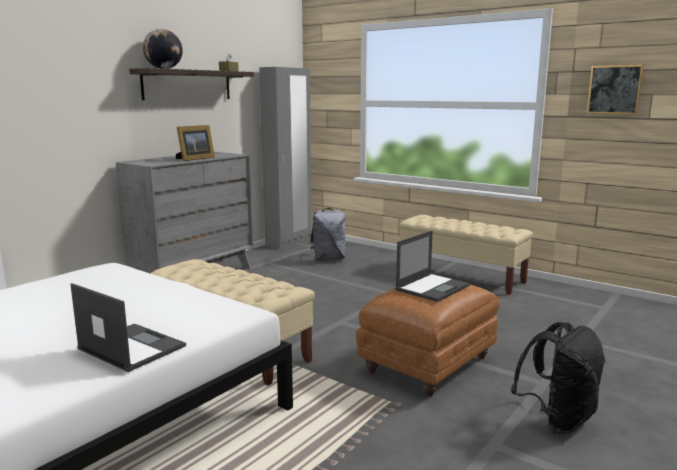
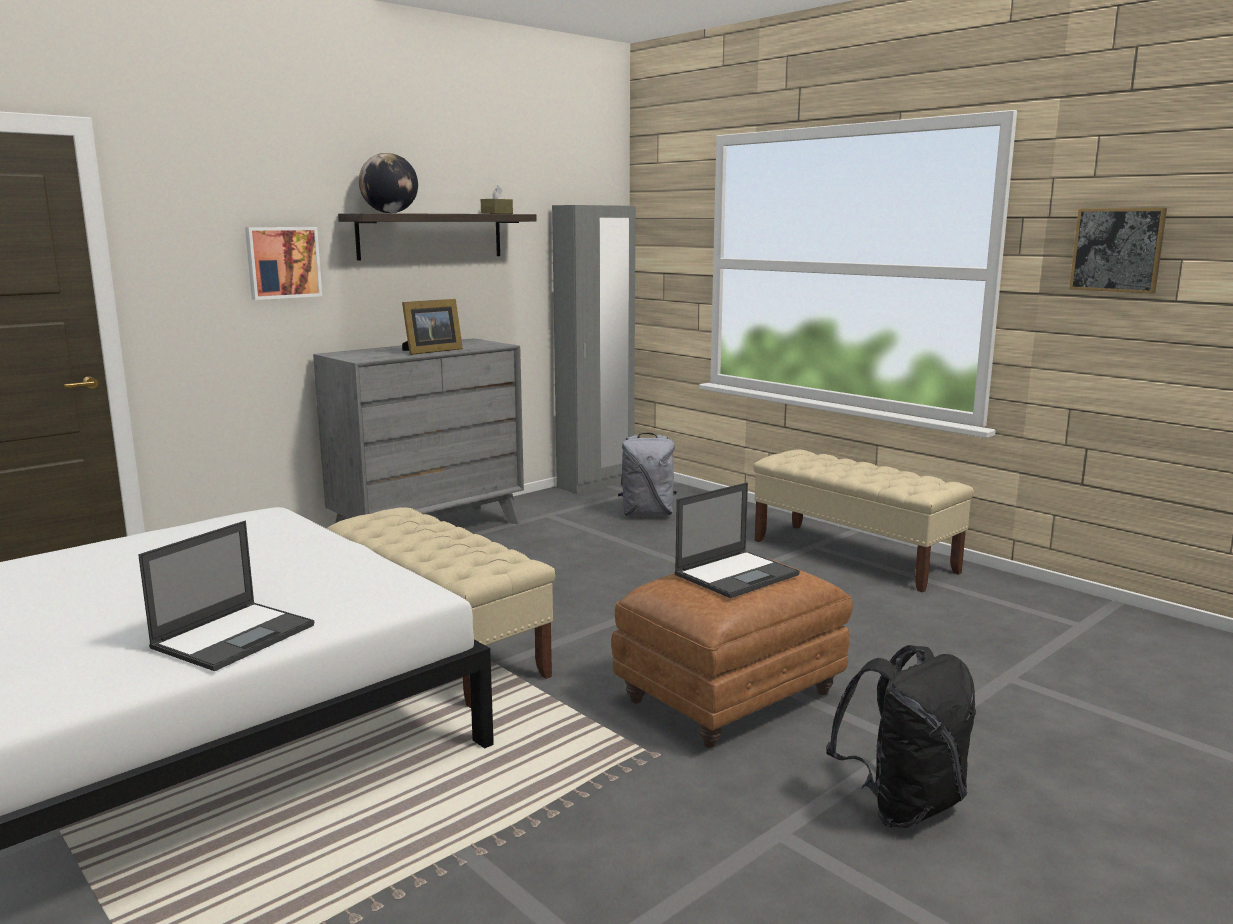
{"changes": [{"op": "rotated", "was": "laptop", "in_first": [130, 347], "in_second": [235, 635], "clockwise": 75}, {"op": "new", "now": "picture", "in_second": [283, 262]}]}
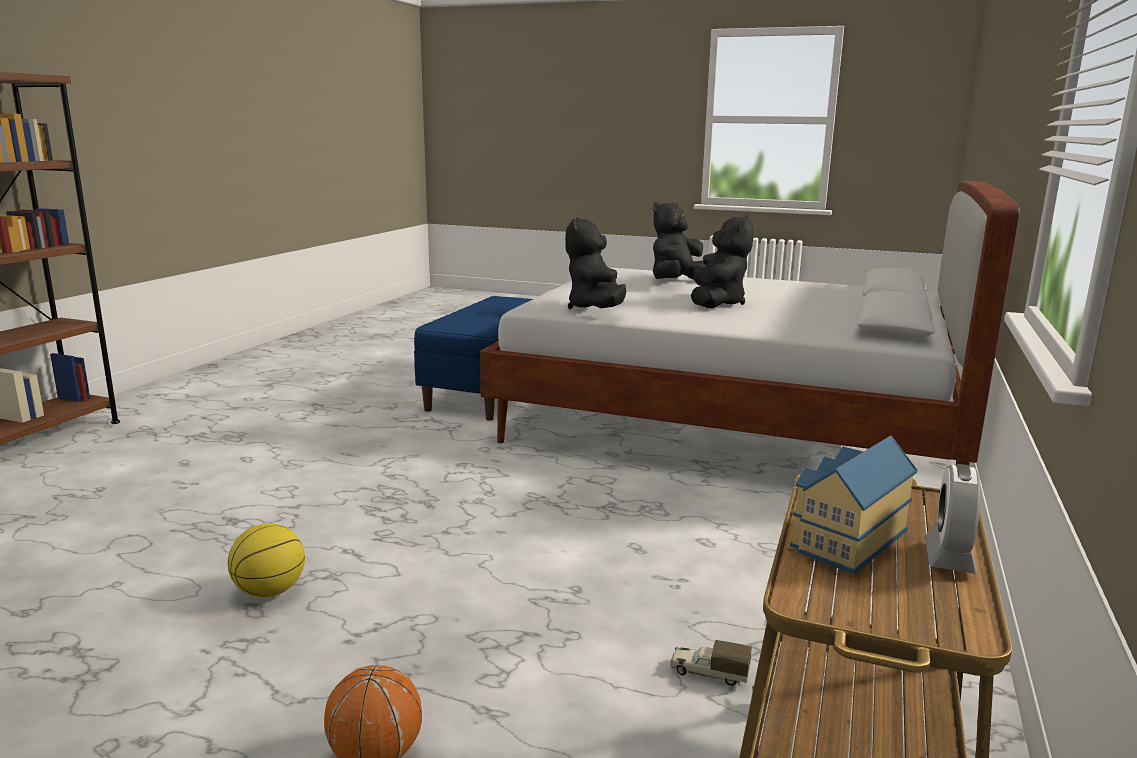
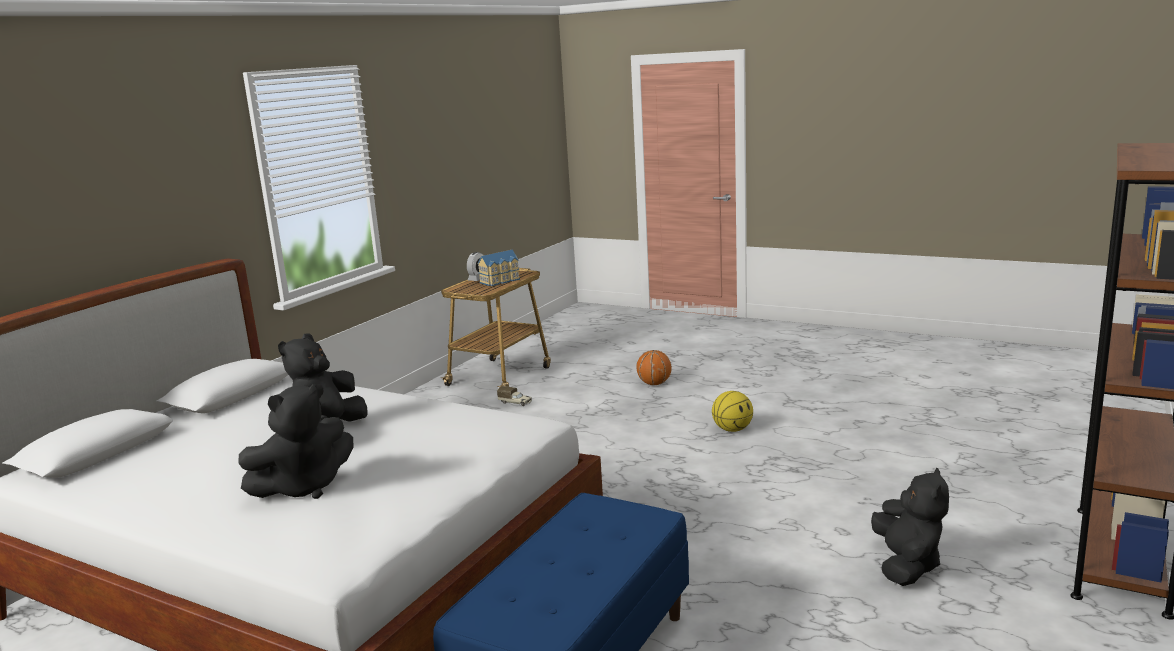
{"changes": [{"op": "shifted", "was": "black plush toy", "in_first": [596, 309], "in_second": [906, 565]}]}
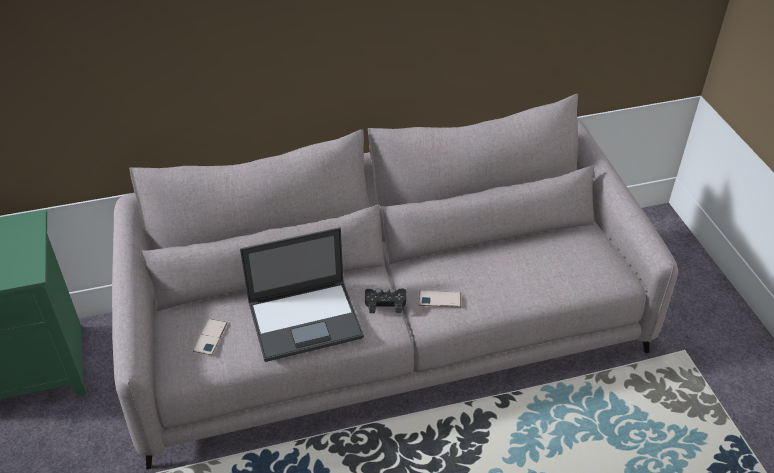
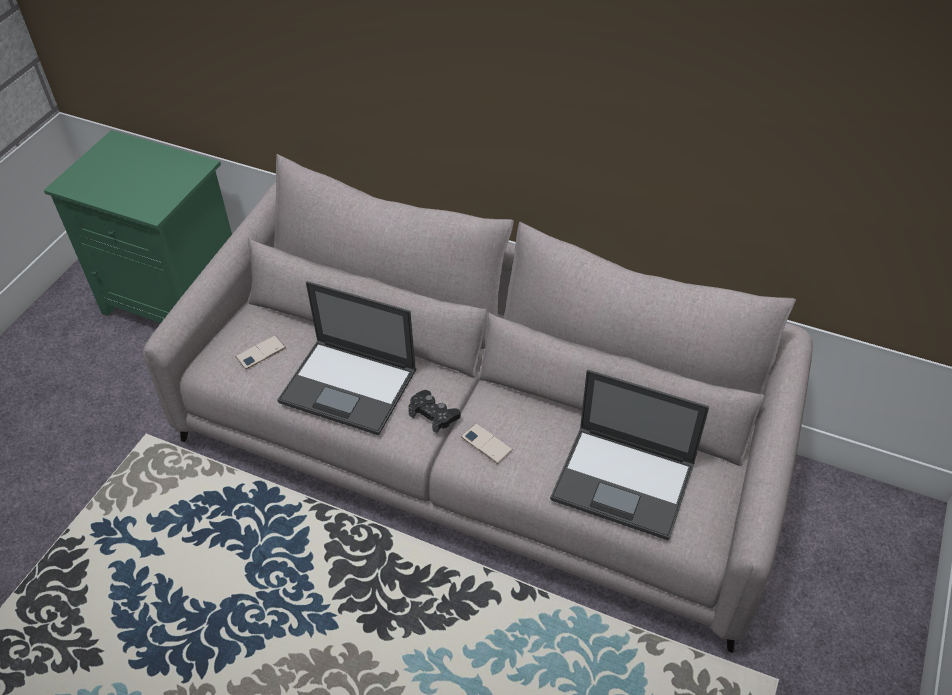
{"changes": [{"op": "new", "now": "laptop", "in_second": [625, 482]}]}
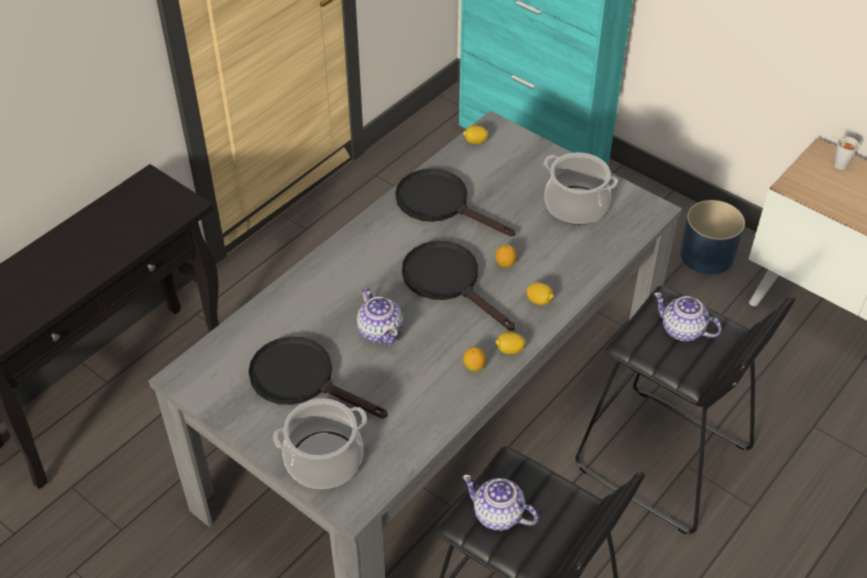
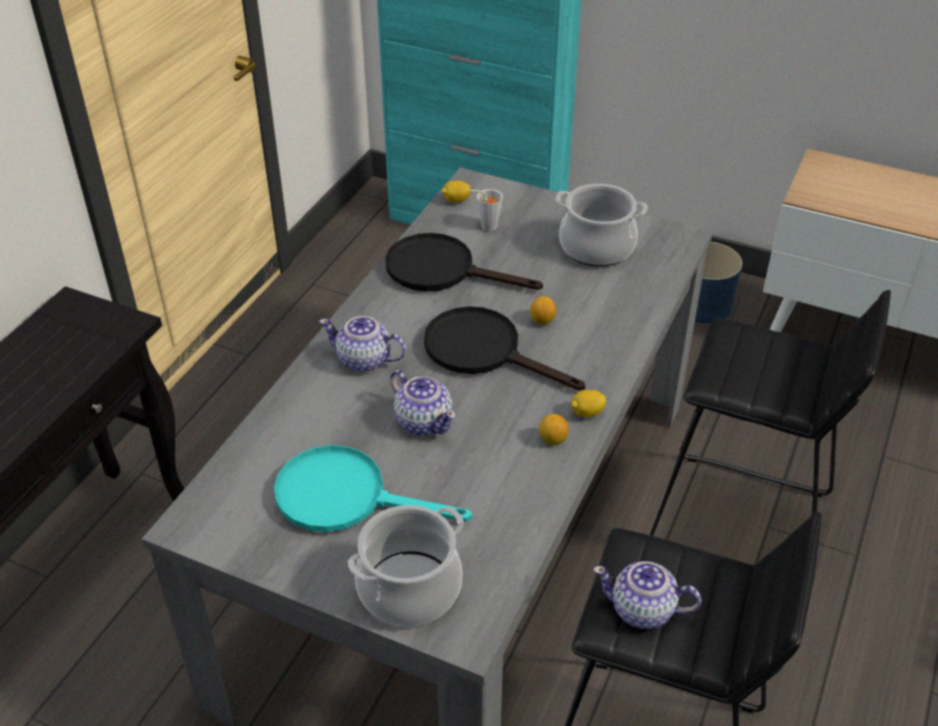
{"changes": [{"op": "shifted", "was": "grey cup", "in_first": [837, 164], "in_second": [485, 226]}, {"op": "gone", "was": "lemon", "in_first": [539, 301]}, {"op": "shifted", "was": "teapot", "in_first": [683, 330], "in_second": [364, 360]}, {"op": "repainted", "was": "black frying pan", "now": "turquoise frying pan", "in_first": [302, 379], "in_second": [346, 497]}]}
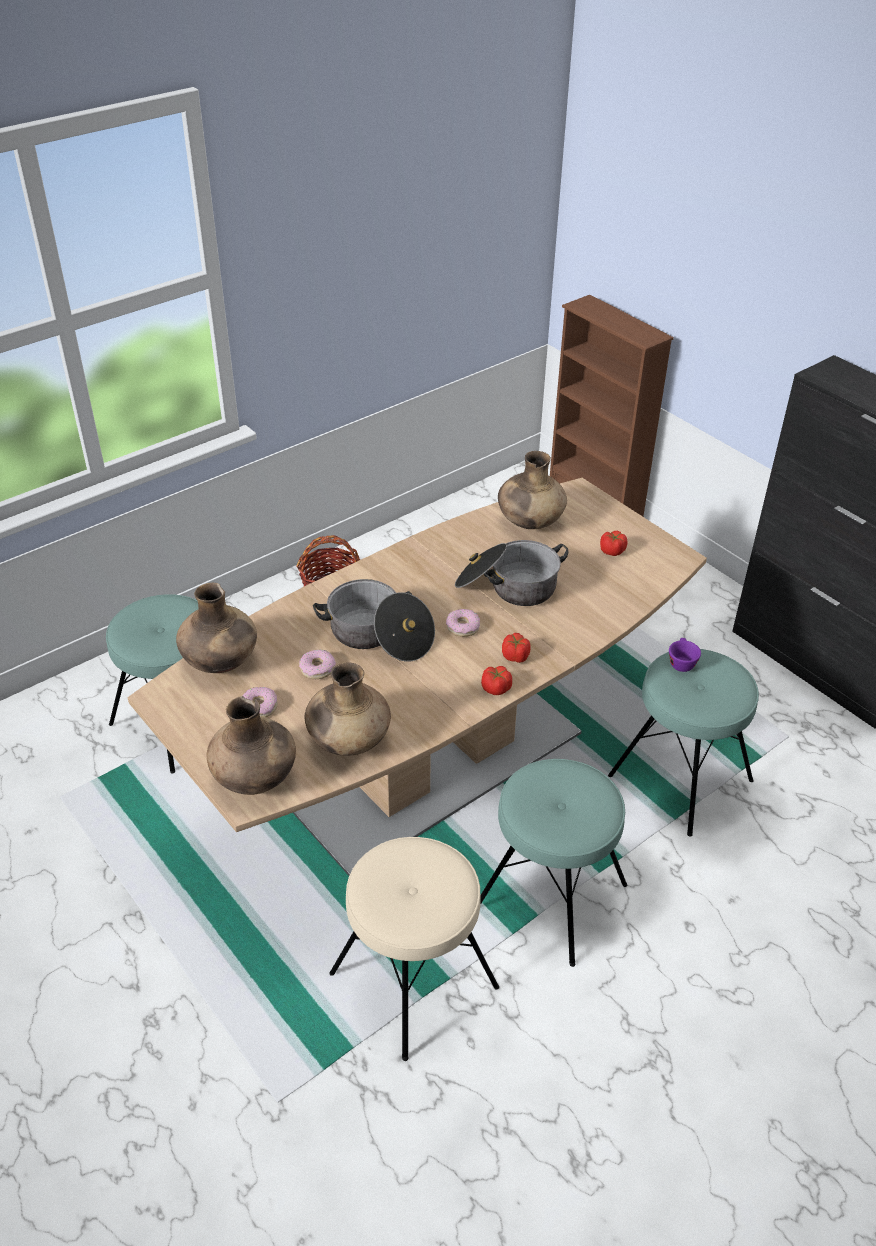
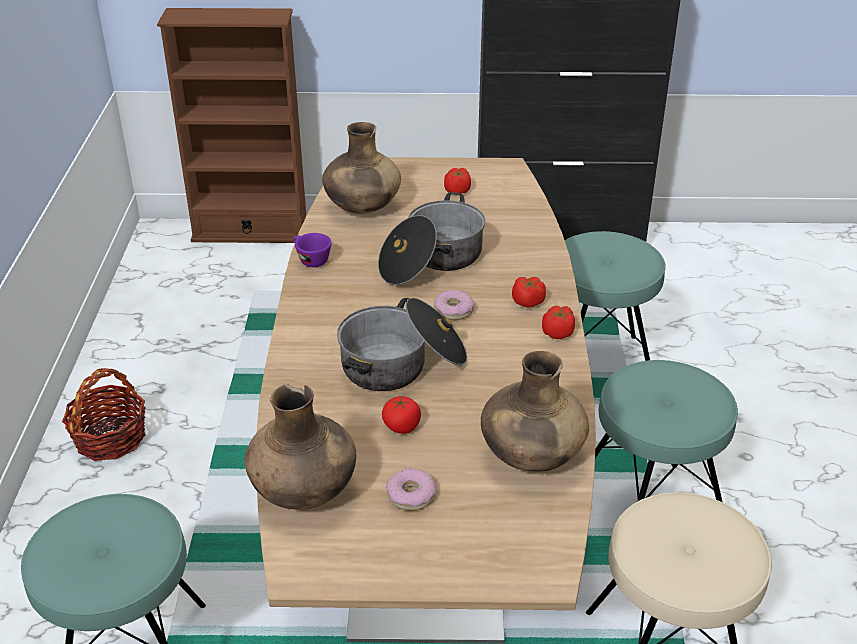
{"changes": [{"op": "shifted", "was": "purple cup", "in_first": [681, 662], "in_second": [310, 260]}, {"op": "swapped", "was": "donut", "now": "tomato", "in_first": [317, 669], "in_second": [401, 426]}, {"op": "gone", "was": "brown vase", "in_first": [255, 778]}]}
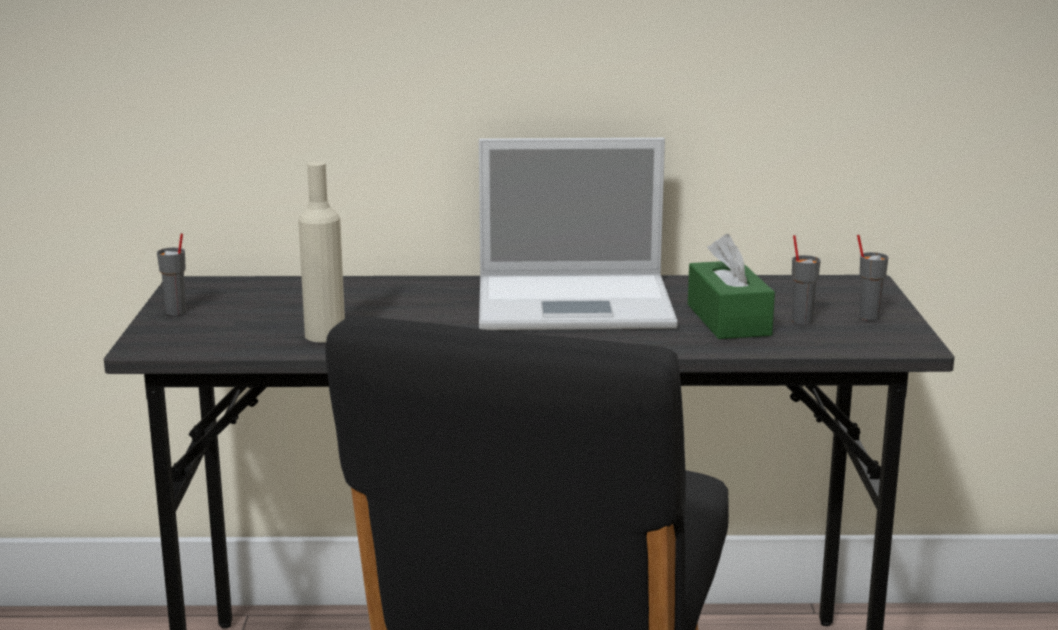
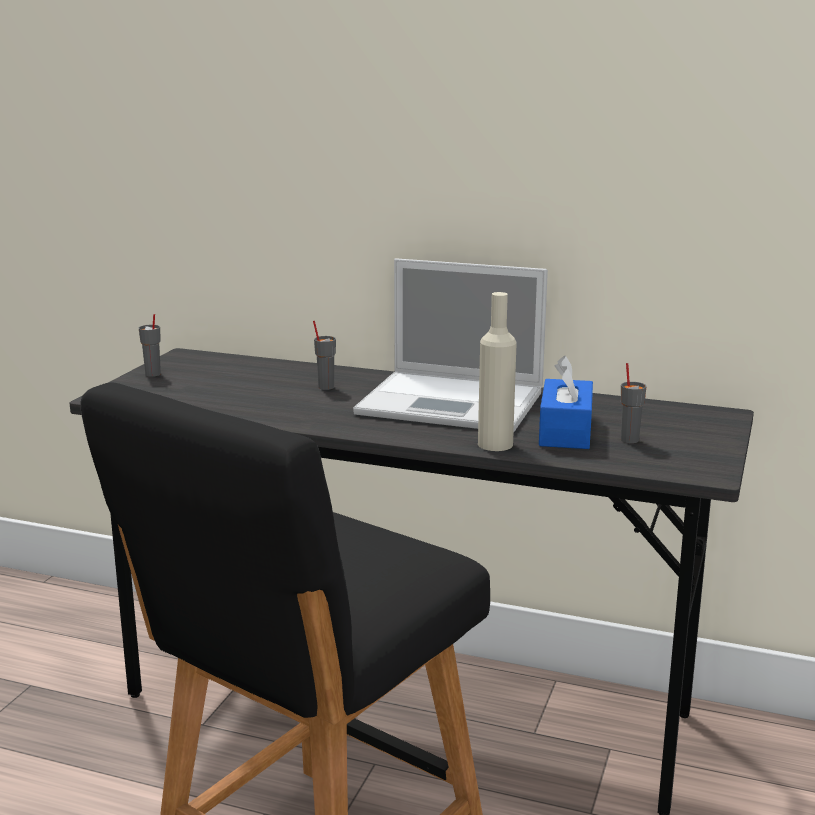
{"changes": [{"op": "shifted", "was": "beige bottle", "in_first": [325, 335], "in_second": [495, 444]}, {"op": "repainted", "was": "green tissue box", "now": "blue tissue box", "in_first": [728, 320], "in_second": [565, 431]}, {"op": "shifted", "was": "grey cup", "in_first": [868, 317], "in_second": [326, 387]}]}
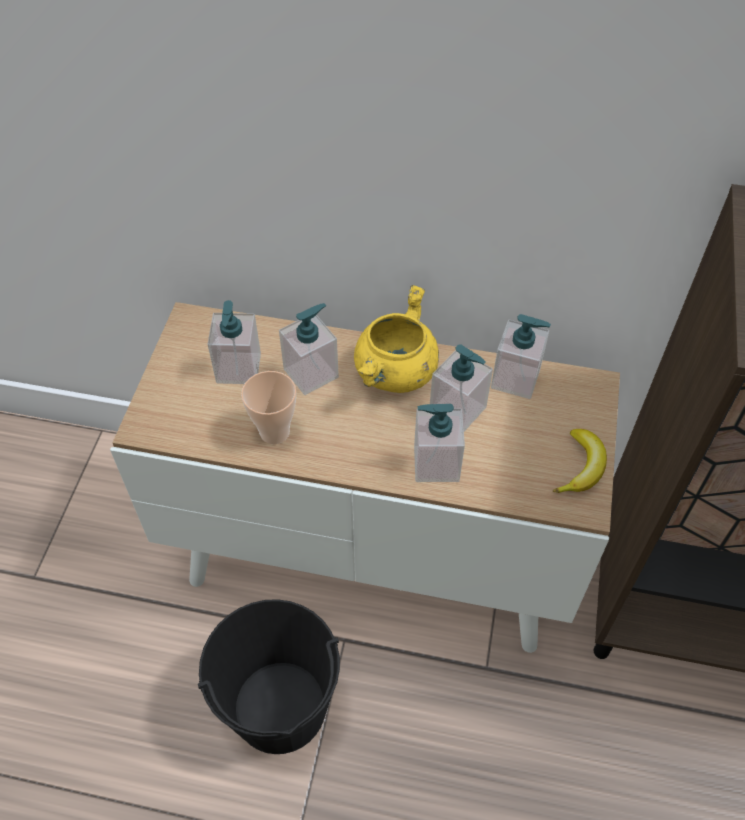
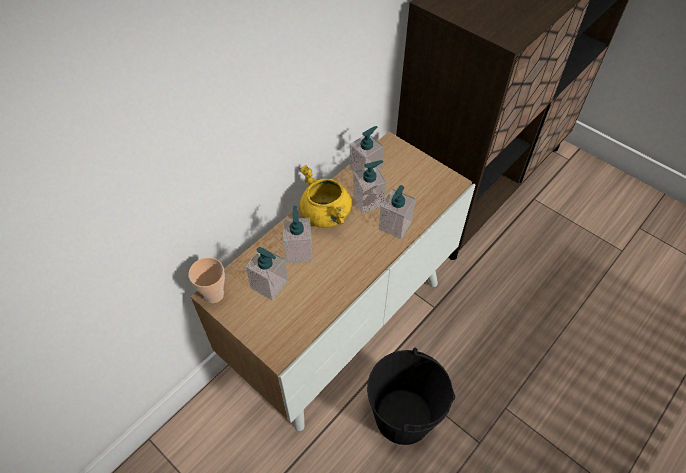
{"changes": [{"op": "shifted", "was": "cup", "in_first": [274, 432], "in_second": [214, 295]}, {"op": "gone", "was": "banana", "in_first": [581, 467]}]}
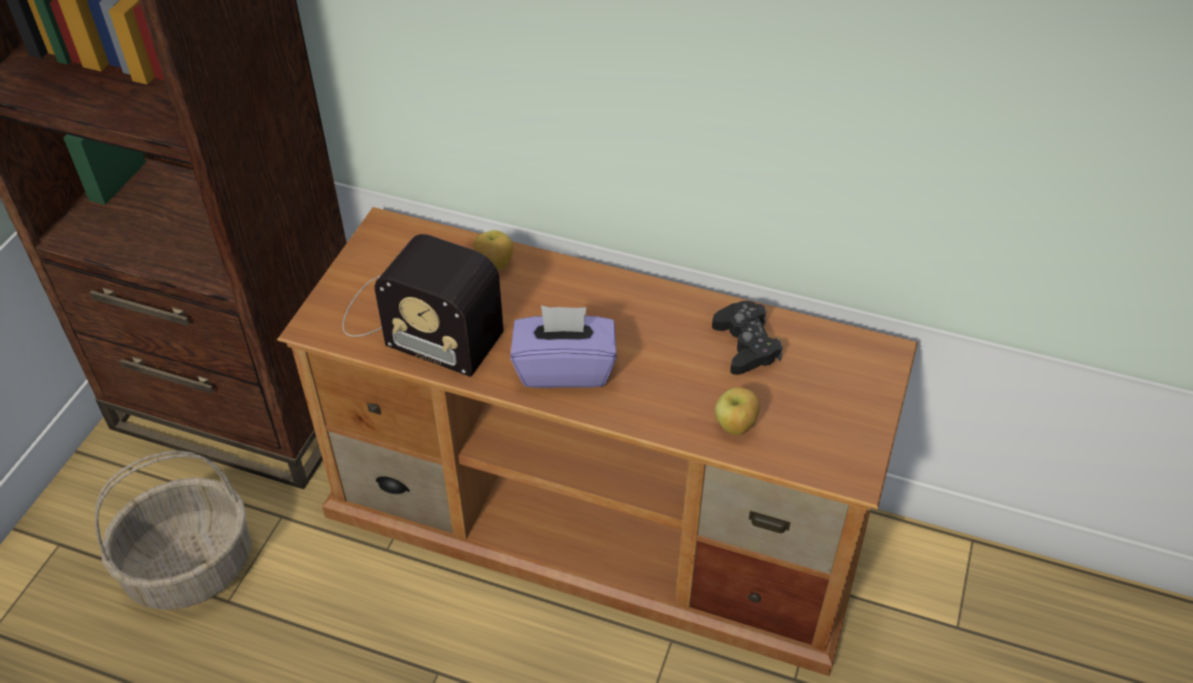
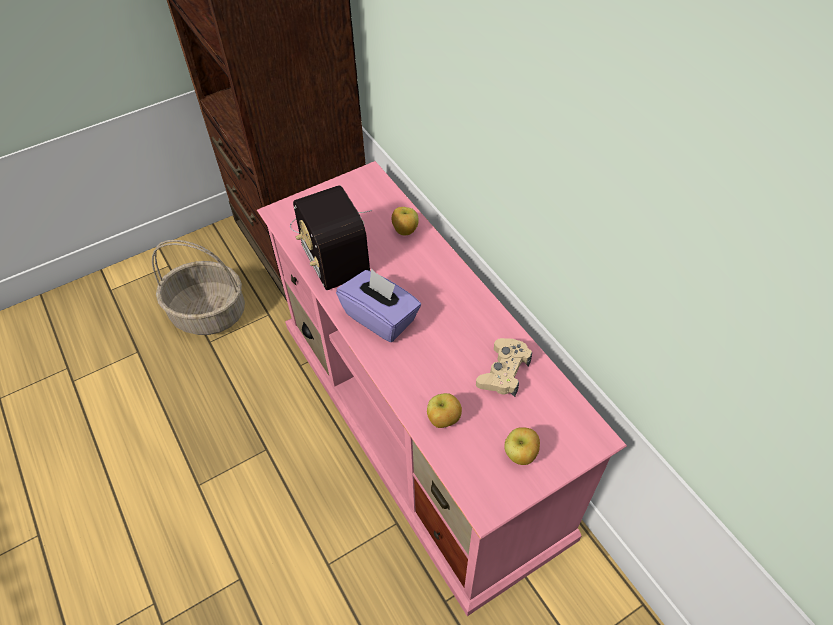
{"changes": [{"op": "repainted", "was": "brown tv stand", "now": "pink tv stand", "in_first": [600, 518], "in_second": [421, 424]}, {"op": "repainted", "was": "black game controller", "now": "beige game controller", "in_first": [746, 345], "in_second": [504, 371]}, {"op": "new", "now": "apple", "in_second": [520, 455]}]}
